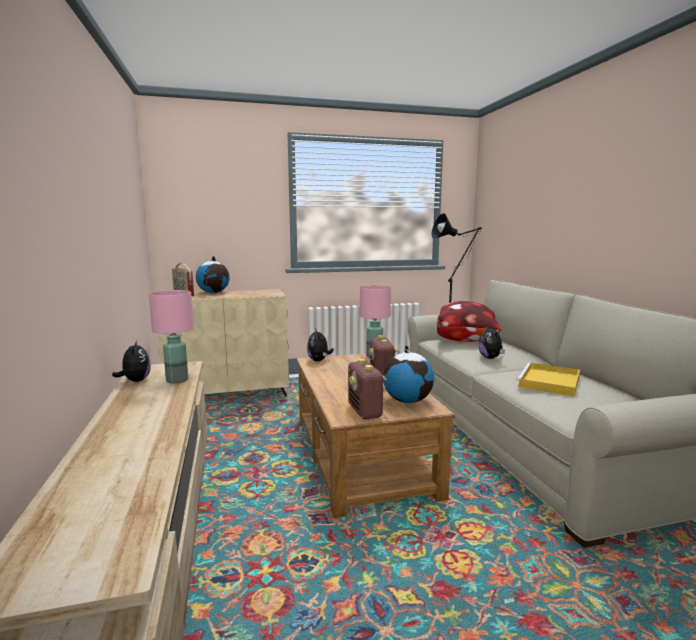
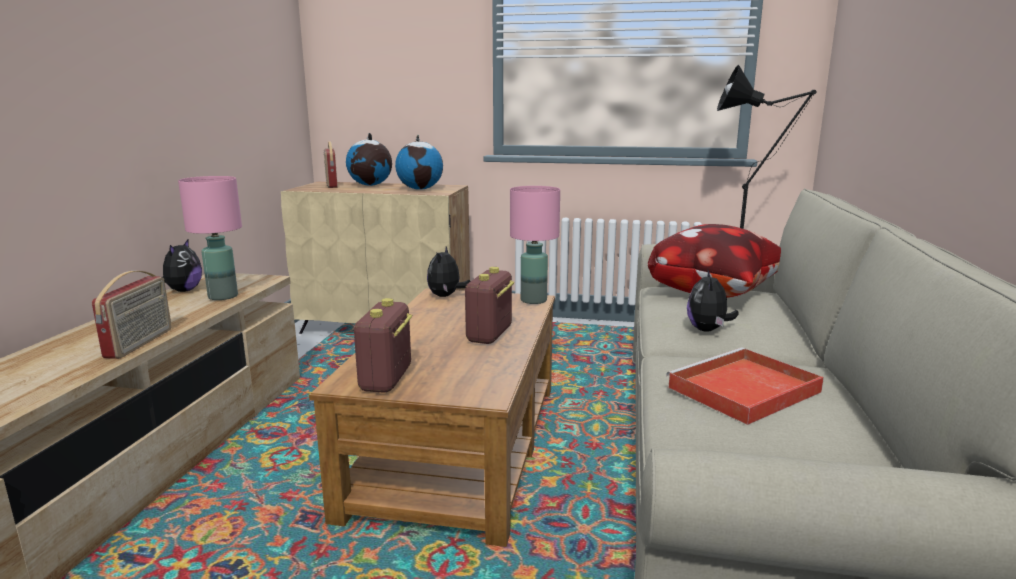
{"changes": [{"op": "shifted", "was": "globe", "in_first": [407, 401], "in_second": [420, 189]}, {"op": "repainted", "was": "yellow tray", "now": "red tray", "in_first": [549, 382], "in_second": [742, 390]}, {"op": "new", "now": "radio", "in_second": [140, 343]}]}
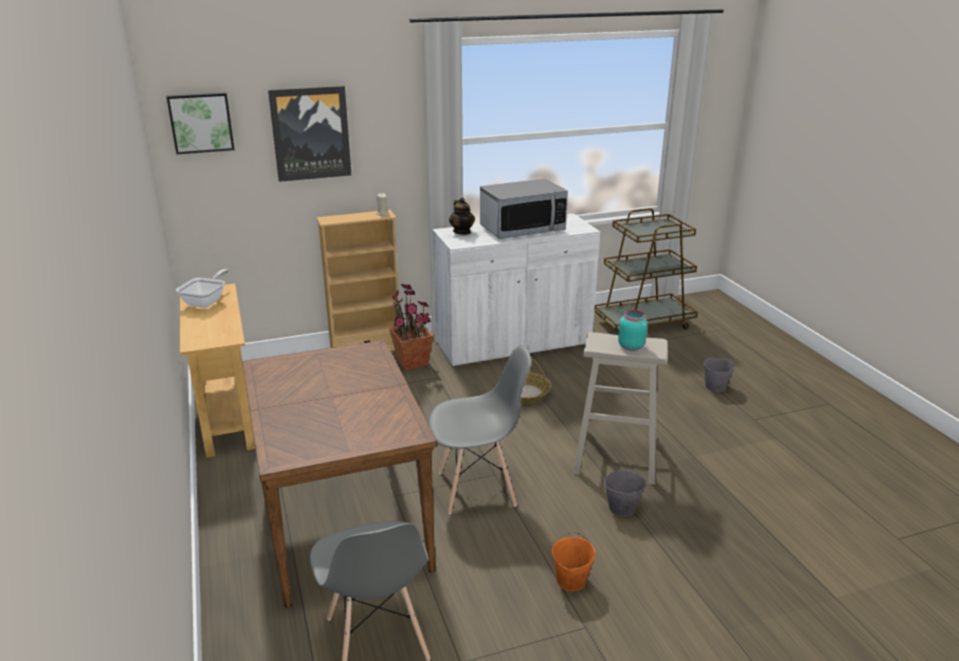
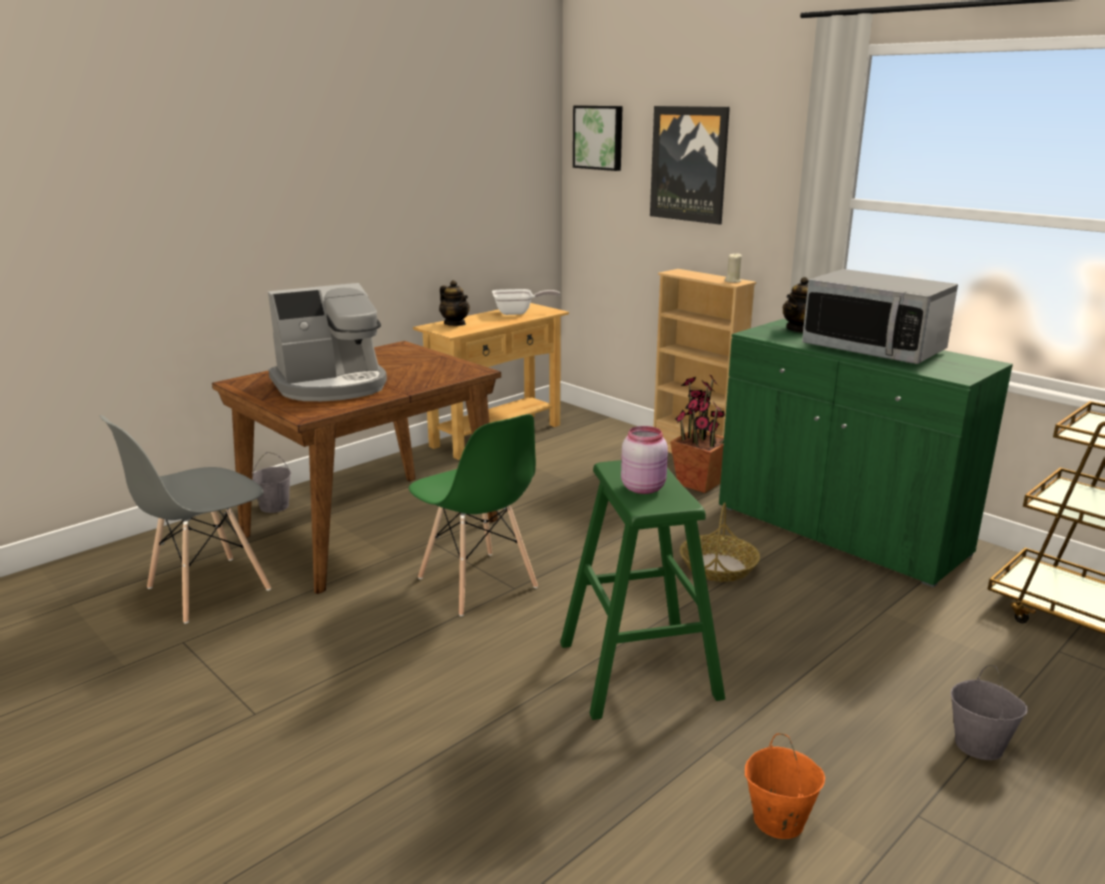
{"changes": [{"op": "repainted", "was": "white cabinet", "now": "green cabinet", "in_first": [513, 344], "in_second": [839, 530]}, {"op": "repainted", "was": "turquoise jar", "now": "pink jar", "in_first": [630, 346], "in_second": [644, 487]}, {"op": "repainted", "was": "beige stool", "now": "green stool", "in_first": [616, 455], "in_second": [639, 670]}, {"op": "repainted", "was": "grey chair", "now": "green chair", "in_first": [477, 488], "in_second": [477, 583]}, {"op": "shifted", "was": "grey bucket", "in_first": [621, 508], "in_second": [274, 506]}, {"op": "shifted", "was": "orange bucket", "in_first": [571, 580], "in_second": [778, 820]}, {"op": "new", "now": "teapot", "in_second": [455, 324]}, {"op": "new", "now": "coffee machine", "in_second": [332, 385]}]}
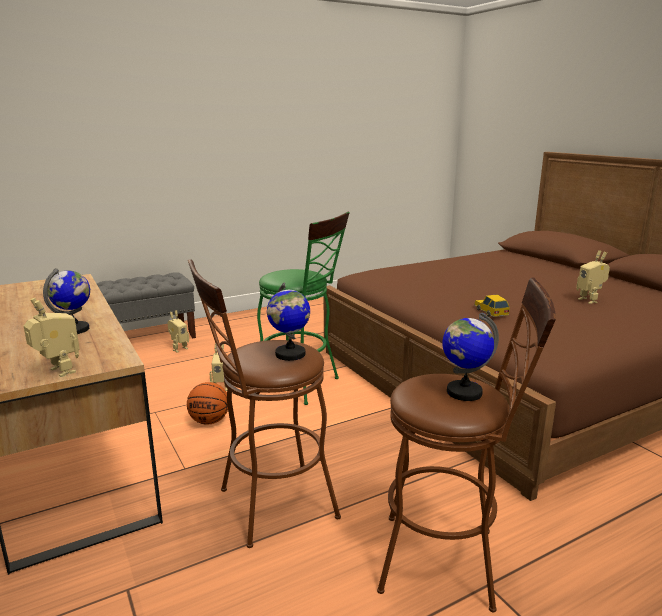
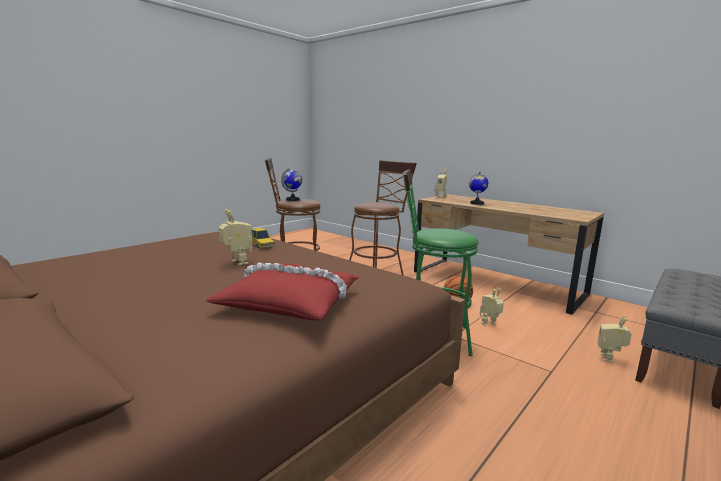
{"changes": [{"op": "shifted", "was": "toy robot", "in_first": [590, 300], "in_second": [237, 263]}, {"op": "gone", "was": "globe", "in_first": [290, 354]}, {"op": "new", "now": "red pillow", "in_second": [291, 302]}]}
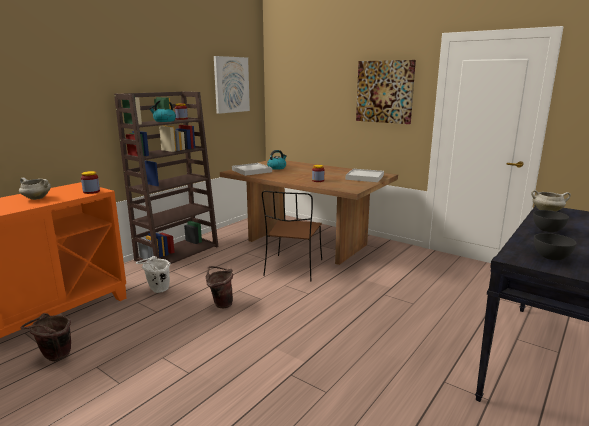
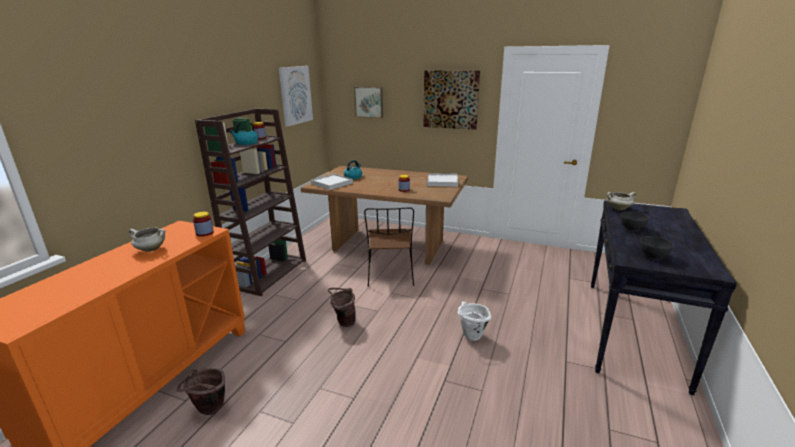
{"changes": [{"op": "shifted", "was": "white bucket", "in_first": [157, 290], "in_second": [471, 337]}, {"op": "new", "now": "picture", "in_second": [369, 102]}]}
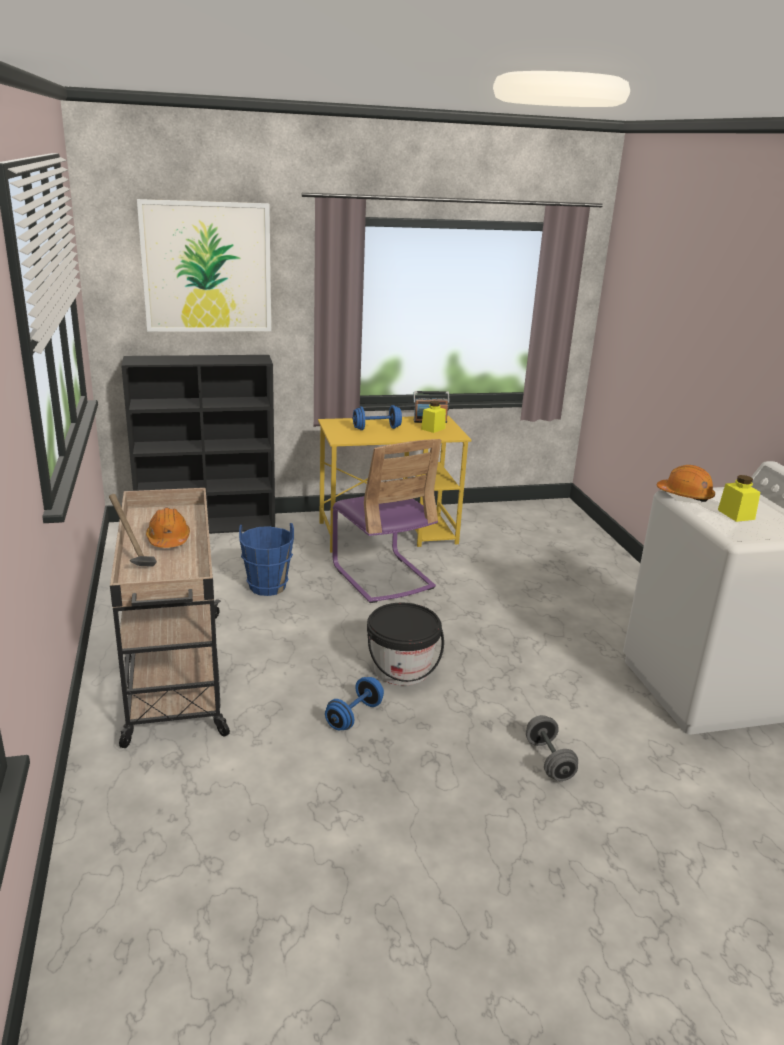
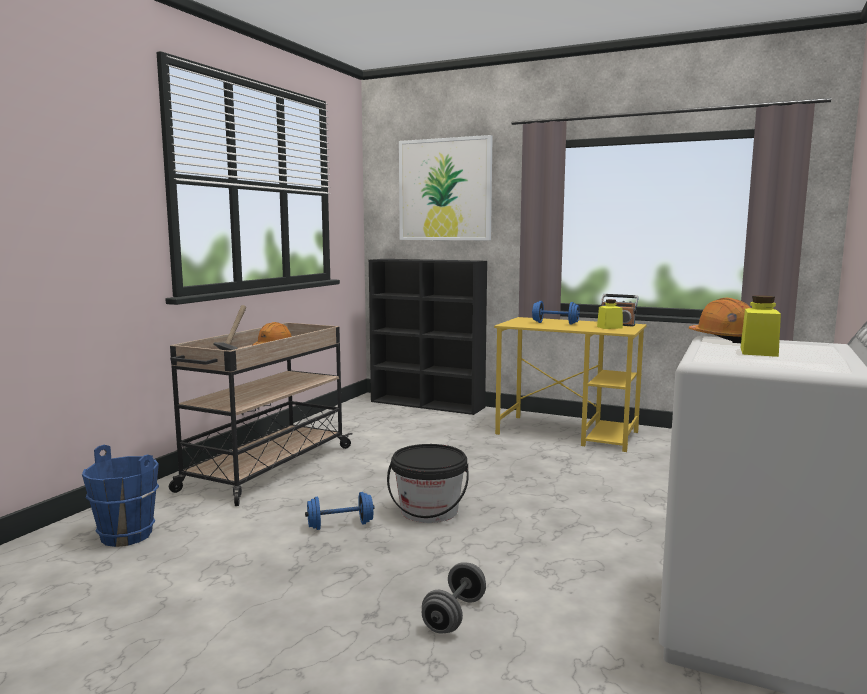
{"changes": [{"op": "gone", "was": "purple chair", "in_first": [382, 577]}, {"op": "shifted", "was": "blue bucket", "in_first": [267, 587], "in_second": [126, 536]}]}
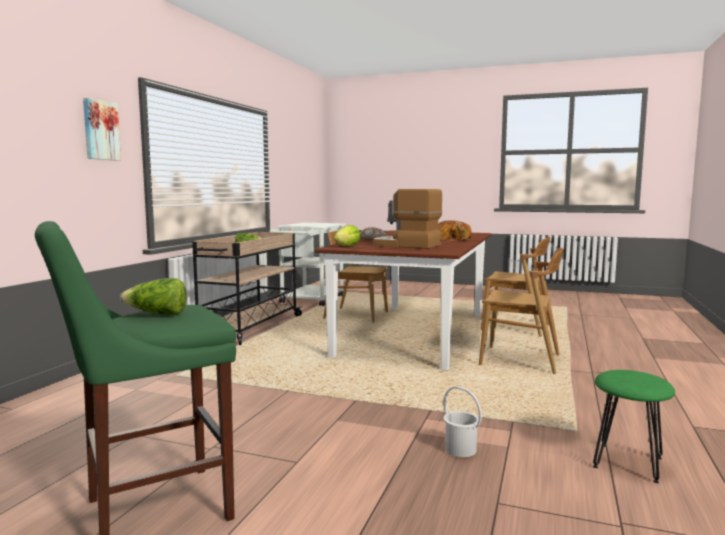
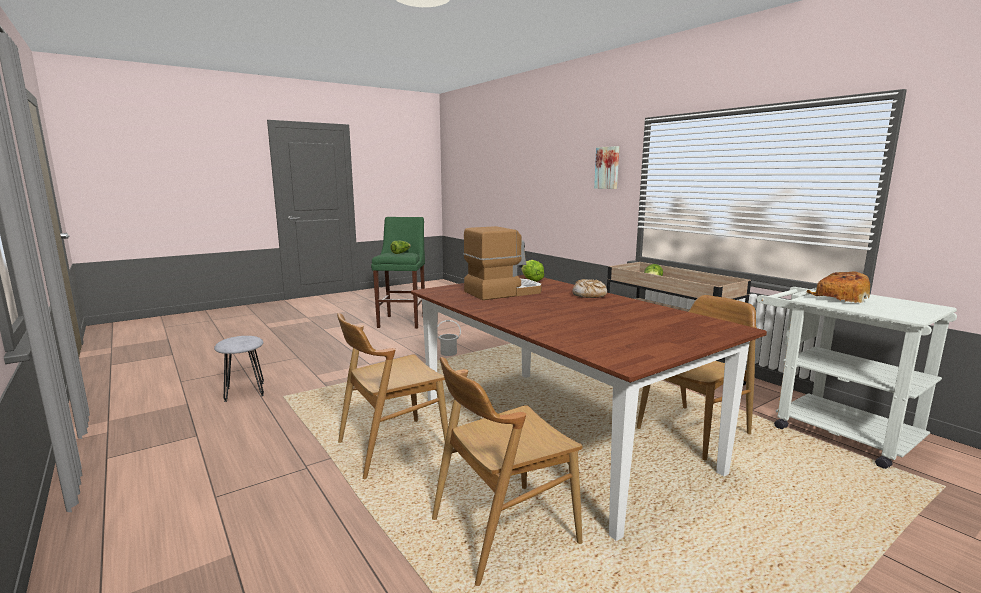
{"changes": [{"op": "shifted", "was": "bread", "in_first": [453, 239], "in_second": [837, 297]}, {"op": "repainted", "was": "green stool", "now": "grey stool", "in_first": [628, 462], "in_second": [244, 392]}, {"op": "shifted", "was": "white bucket", "in_first": [460, 450], "in_second": [448, 353]}]}
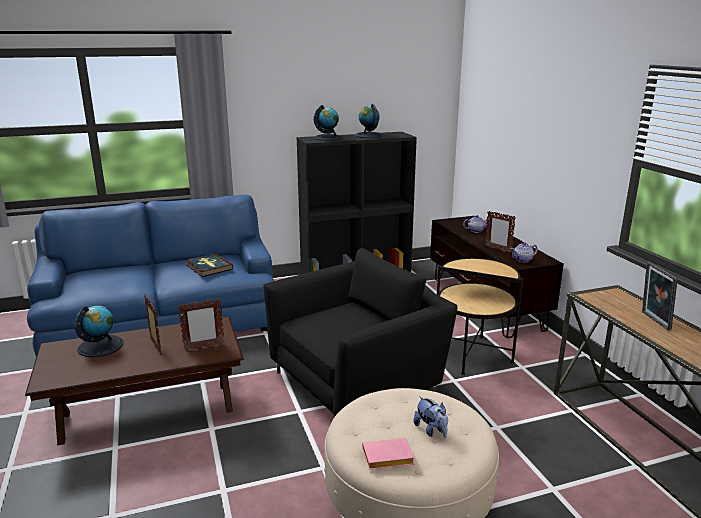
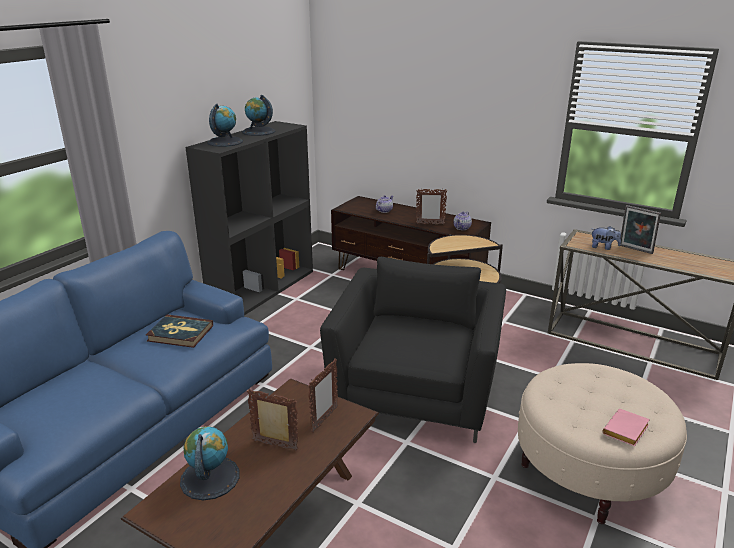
{"changes": [{"op": "shifted", "was": "plush toy", "in_first": [431, 430], "in_second": [603, 247]}]}
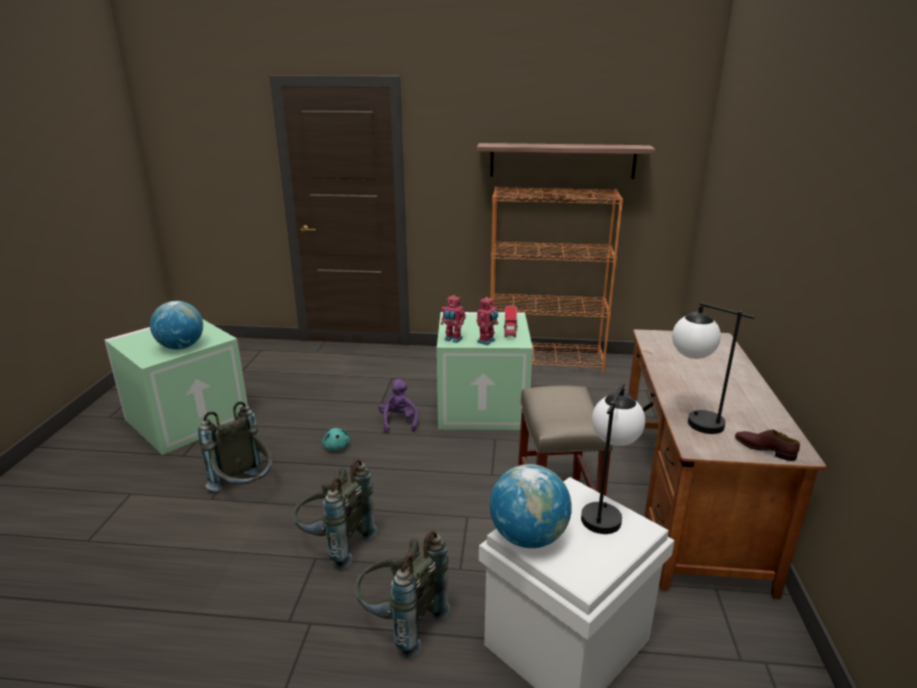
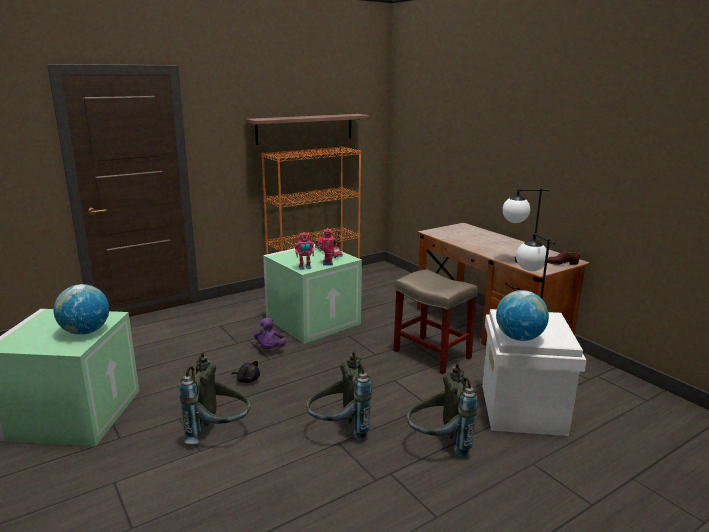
{"changes": [{"op": "rotated", "was": "purple plush toy", "in_first": [399, 422], "in_second": [270, 349], "clockwise": -135}, {"op": "repainted", "was": "turquoise plush toy", "now": "black plush toy", "in_first": [336, 446], "in_second": [247, 380]}]}
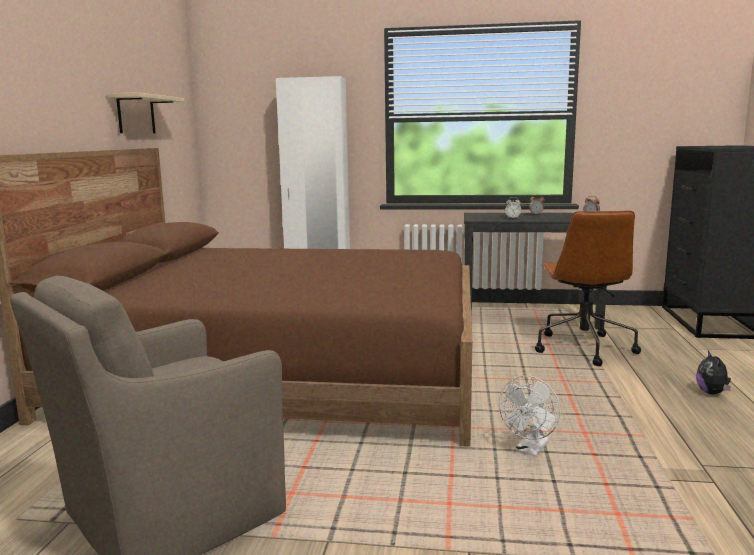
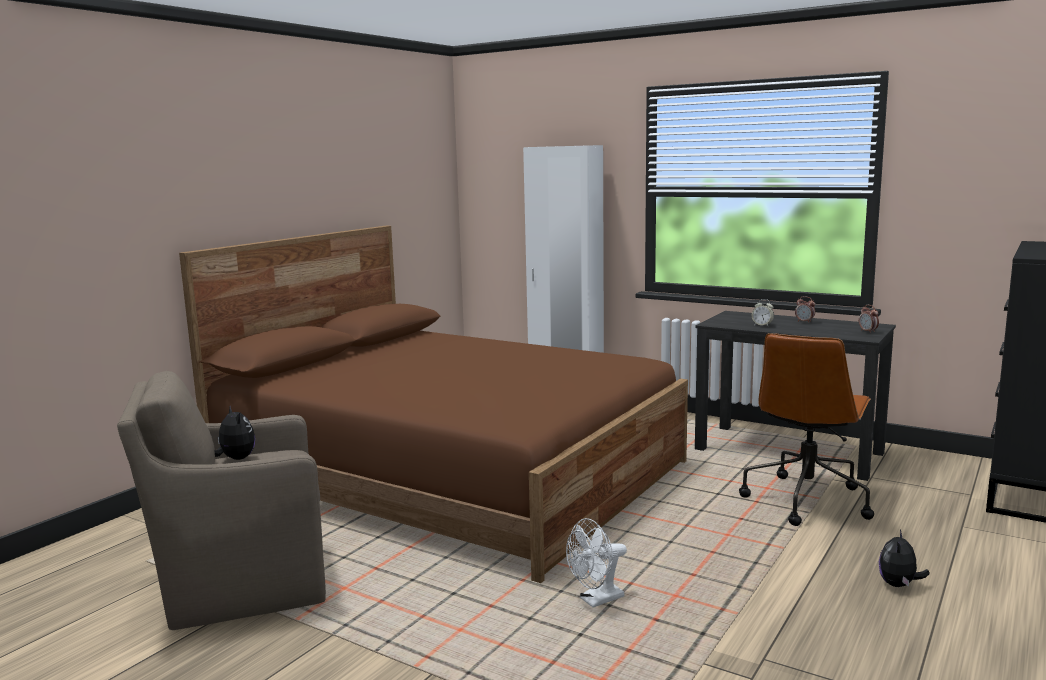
{"changes": [{"op": "gone", "was": "beige shelf", "in_first": [136, 114]}, {"op": "new", "now": "plush toy", "in_second": [236, 459]}]}
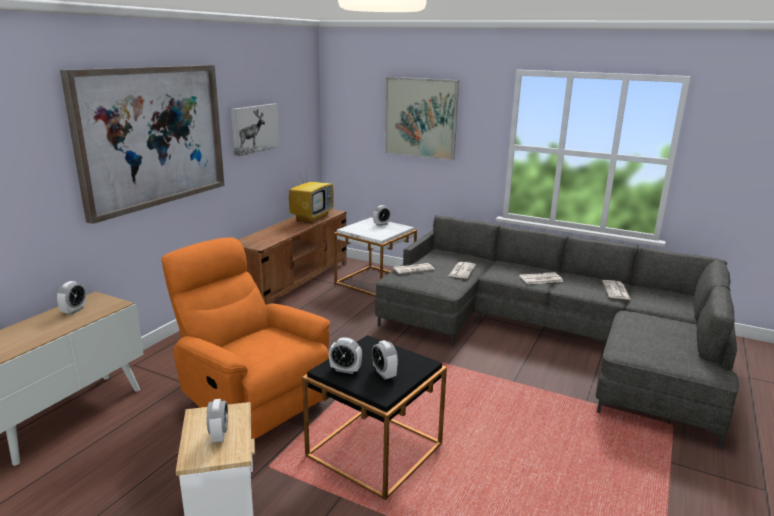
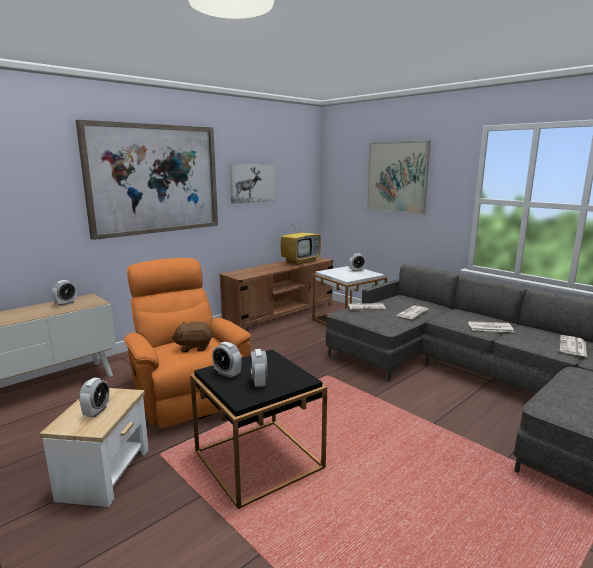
{"changes": [{"op": "new", "now": "brown plush toy", "in_second": [194, 347]}]}
